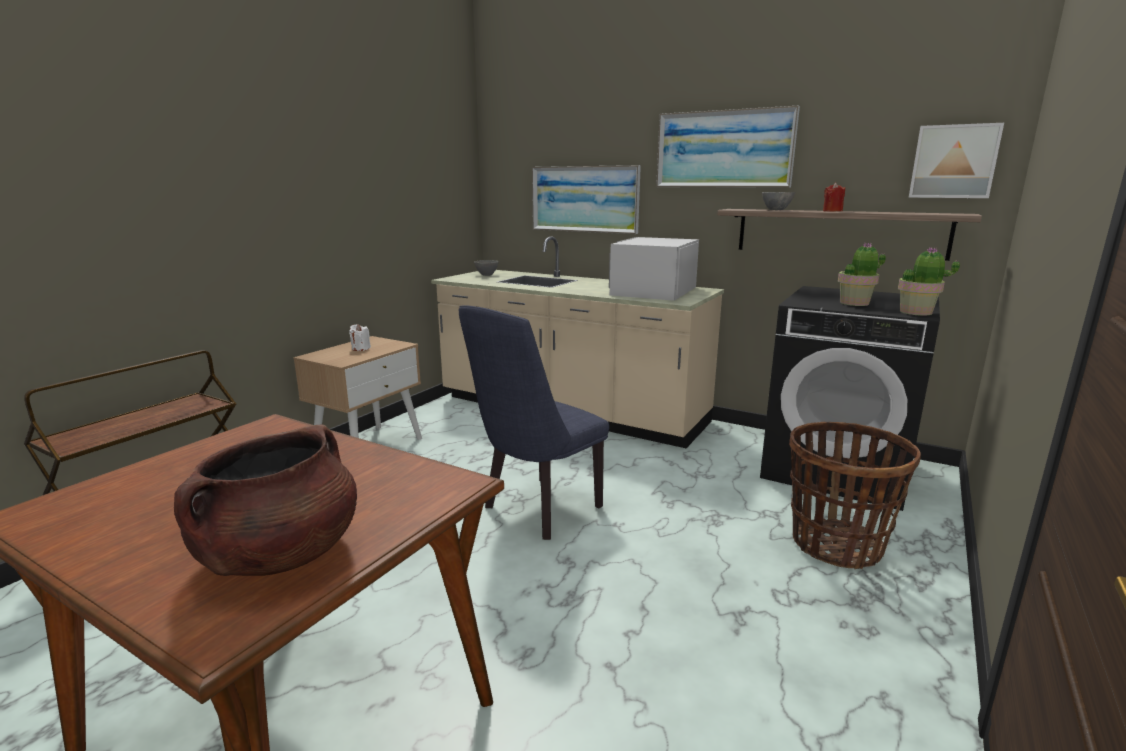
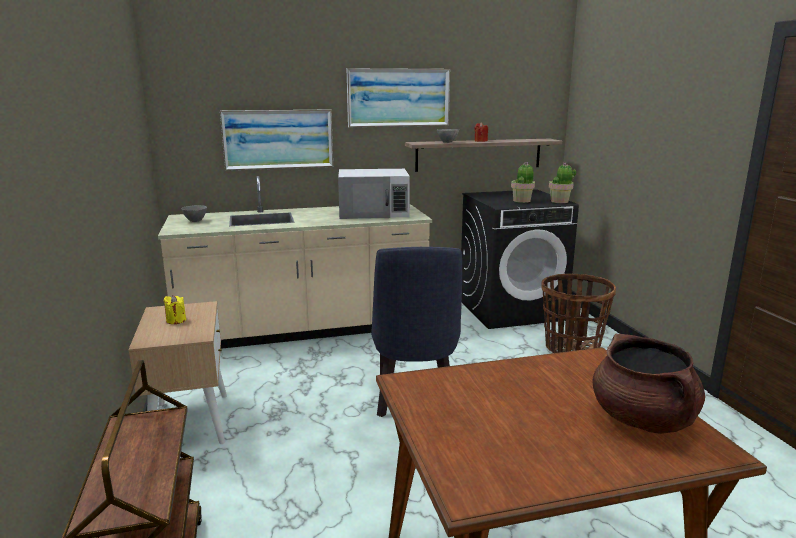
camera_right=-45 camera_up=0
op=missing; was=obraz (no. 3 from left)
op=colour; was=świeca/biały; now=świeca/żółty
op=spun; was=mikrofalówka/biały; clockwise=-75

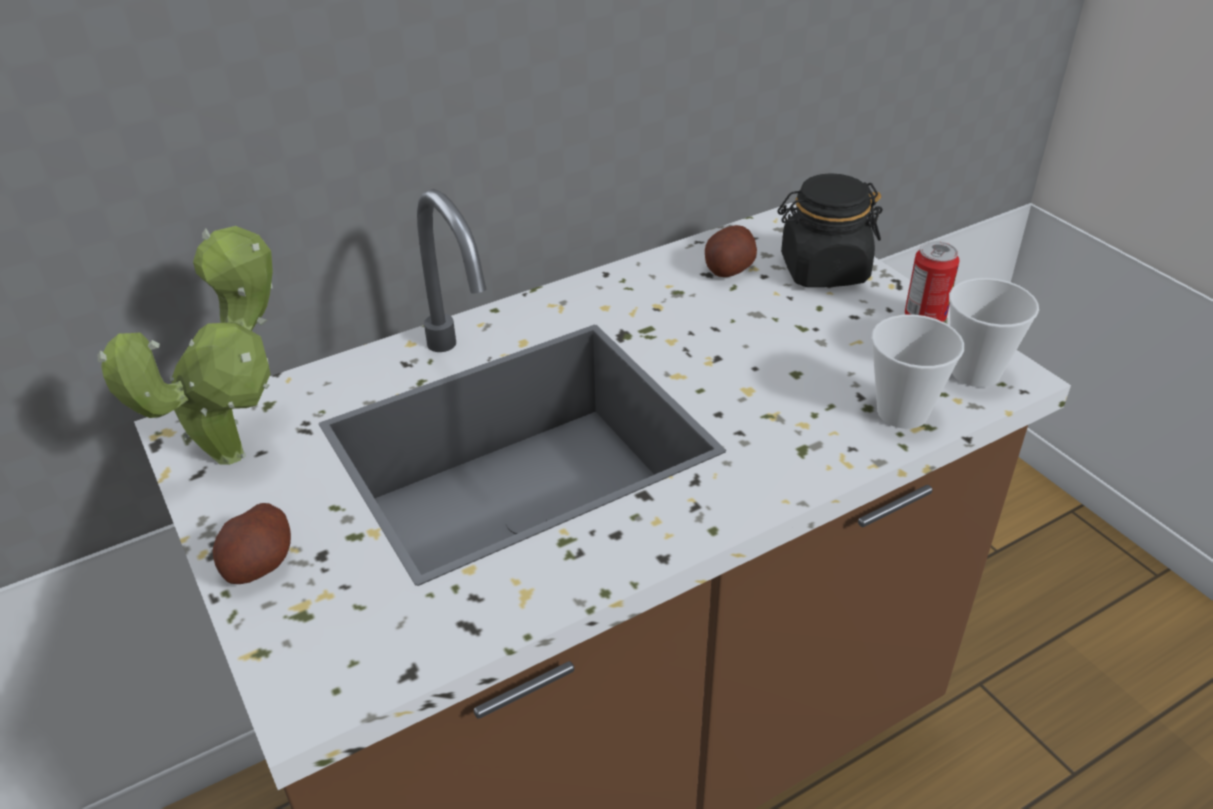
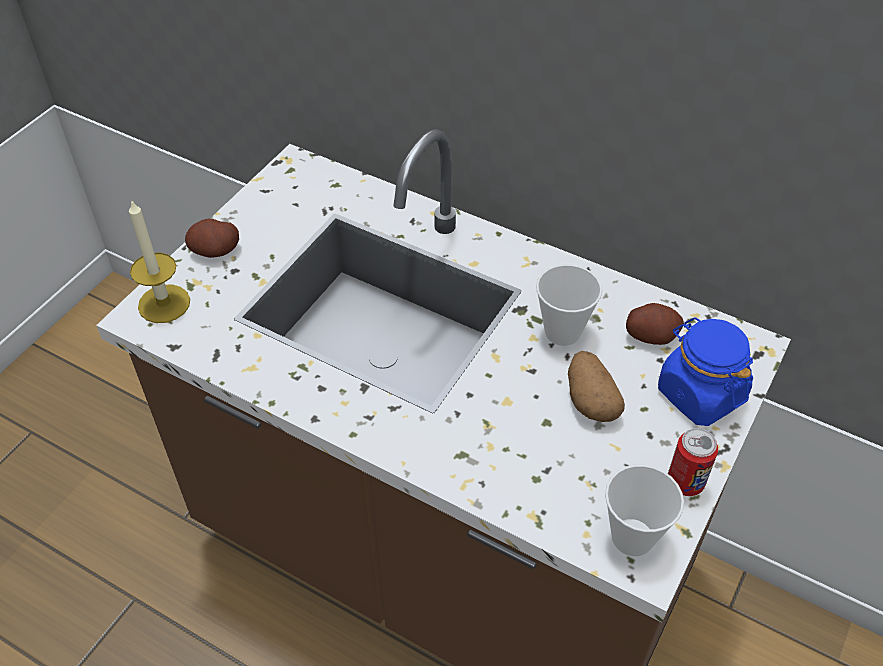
camera_right=60 camera_up=10
op=missing; was=roślina doniczkowa
op=appeared; now=świeca
op=appeared; now=ziemniak (no. 2 from left)
op=relocated; was=filiżanka (no. 1 from left)
op=colour; was=słoik/czarny; now=słoik/niebieski

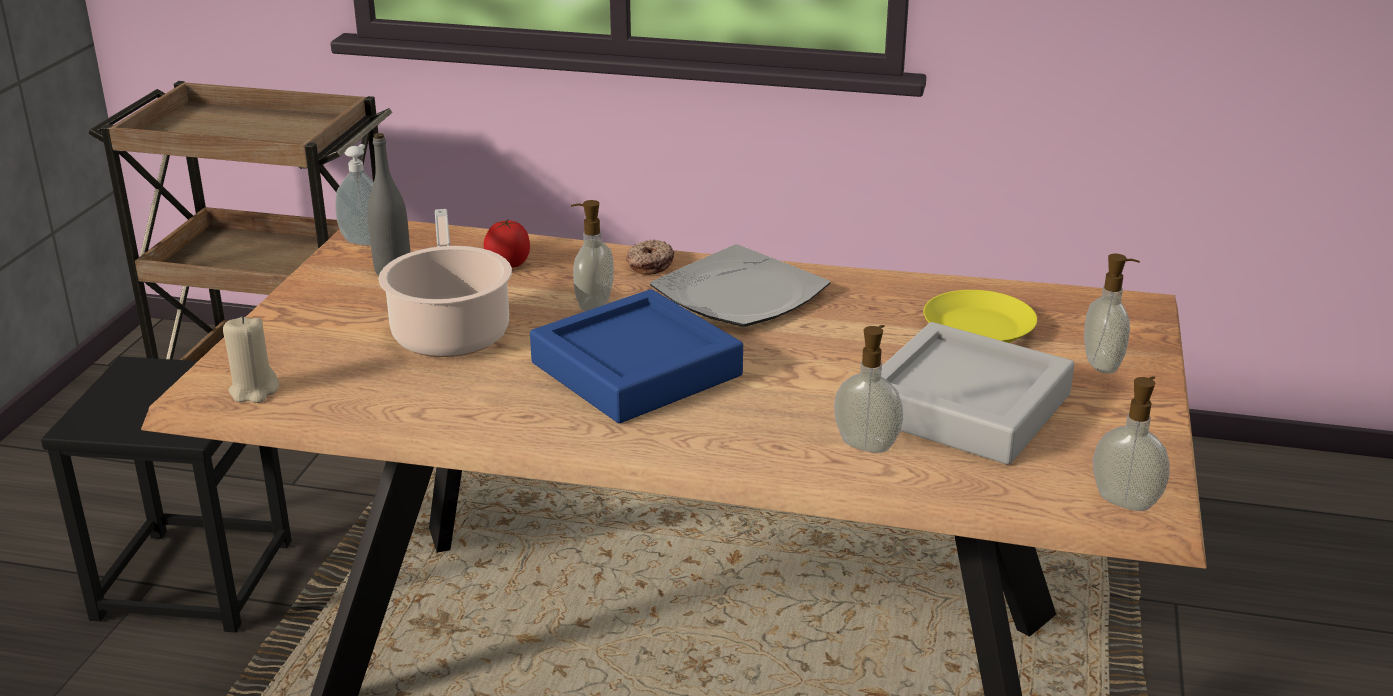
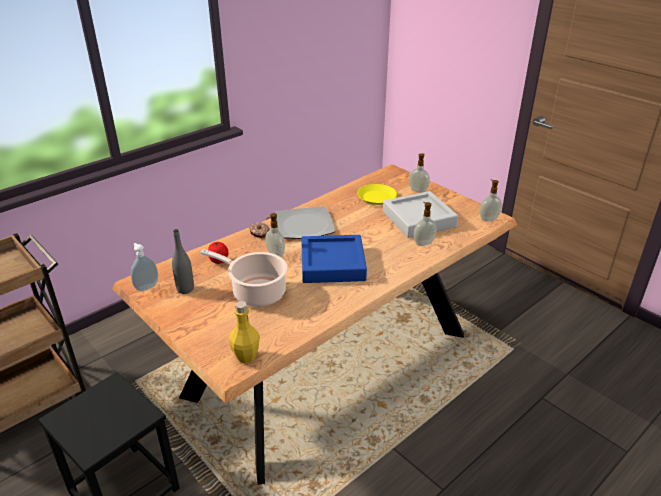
camera_right=-55 camera_up=5
op=exchanged; was=świeca/beżowy; now=butelka/żółty

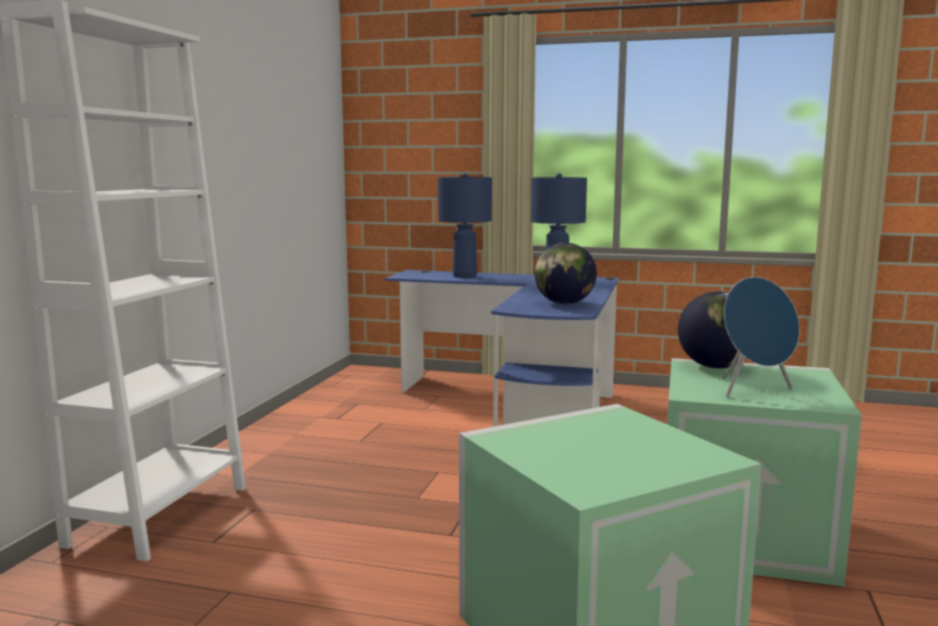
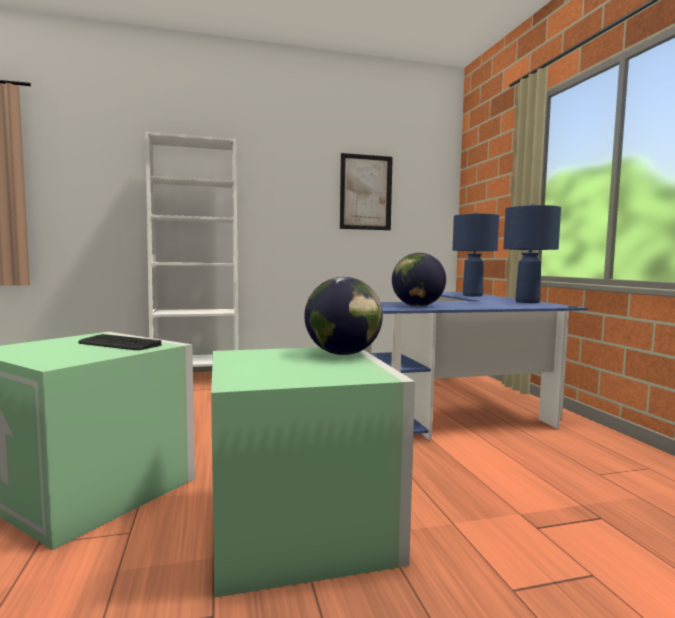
camera_right=60 camera_up=-5
op=missing; was=głośnik/niebieski
op=appeared; now=klawiatura
op=appeared; now=obraz

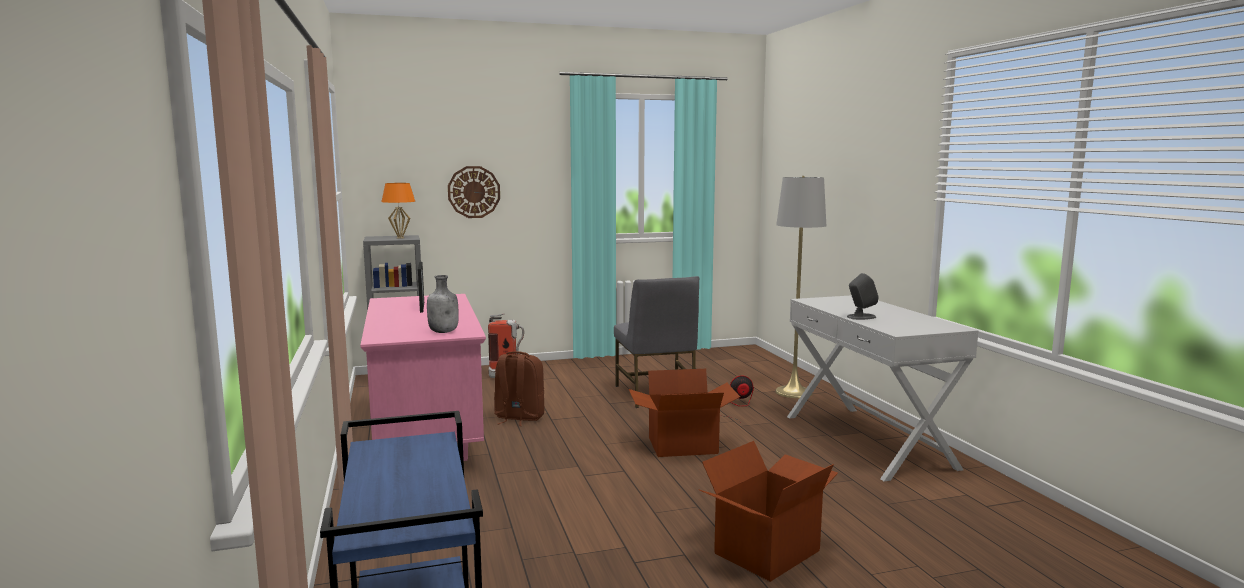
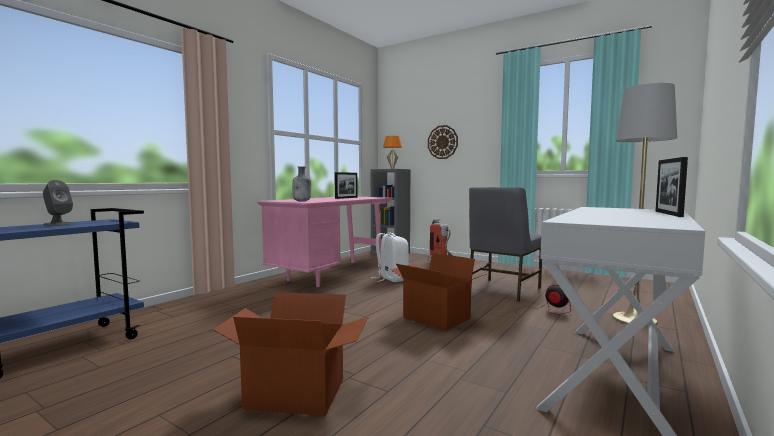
camera_right=50 camera_up=-5
op=appeared; now=ramka na zdjęcie (no. 2 from left)
op=relocated; was=głośnik/szary
op=colour; was=plecak/brązowy; now=plecak/biały

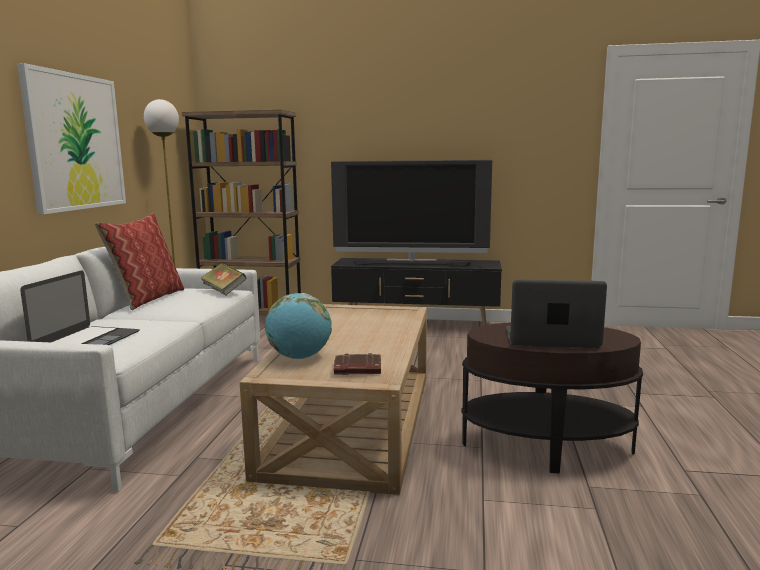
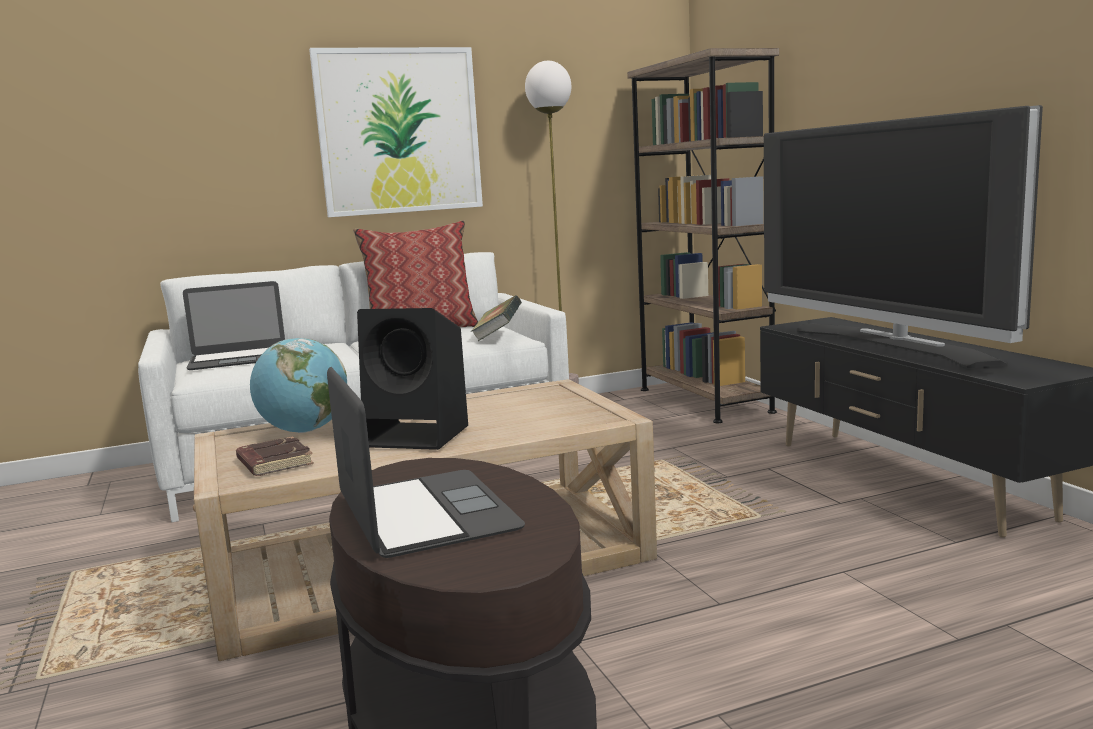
camera_right=60 camera_up=0
op=appeared; now=głośnik/czarny

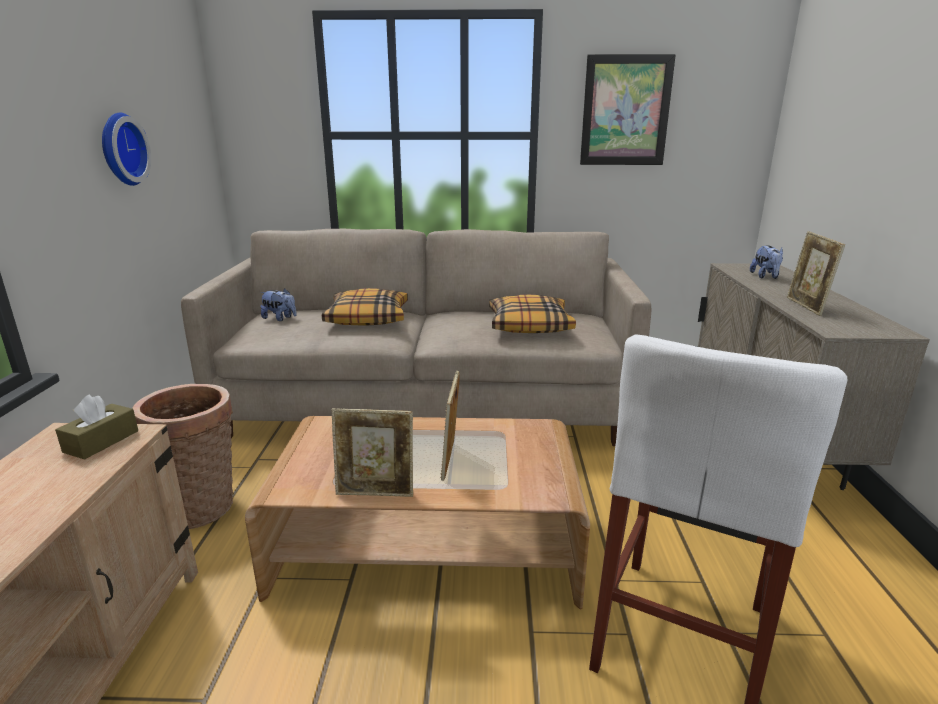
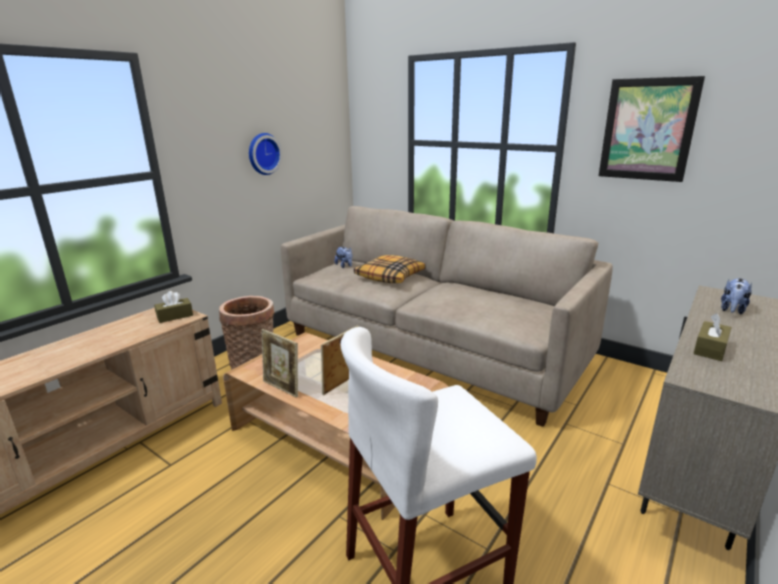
camera_right=35 camera_up=0
op=missing; was=poduszka (no. 2 from left)
op=exchanged; was=ramka na zdjęcie (no. 3 from left); now=pudełko chusteczek/brązowy (no. 2 from left)

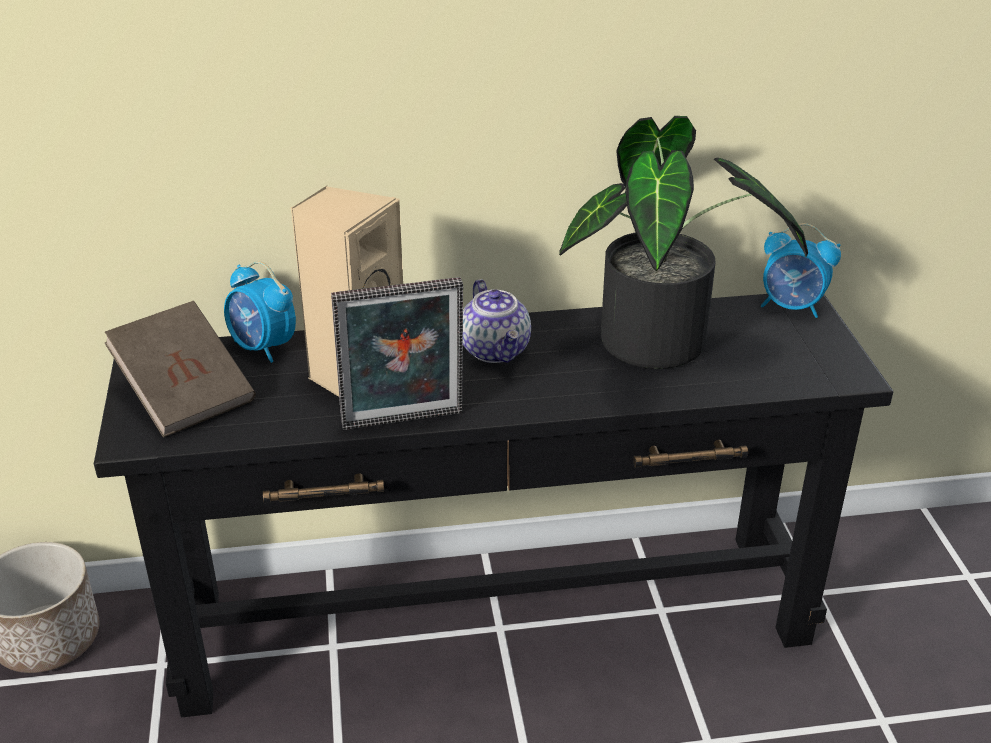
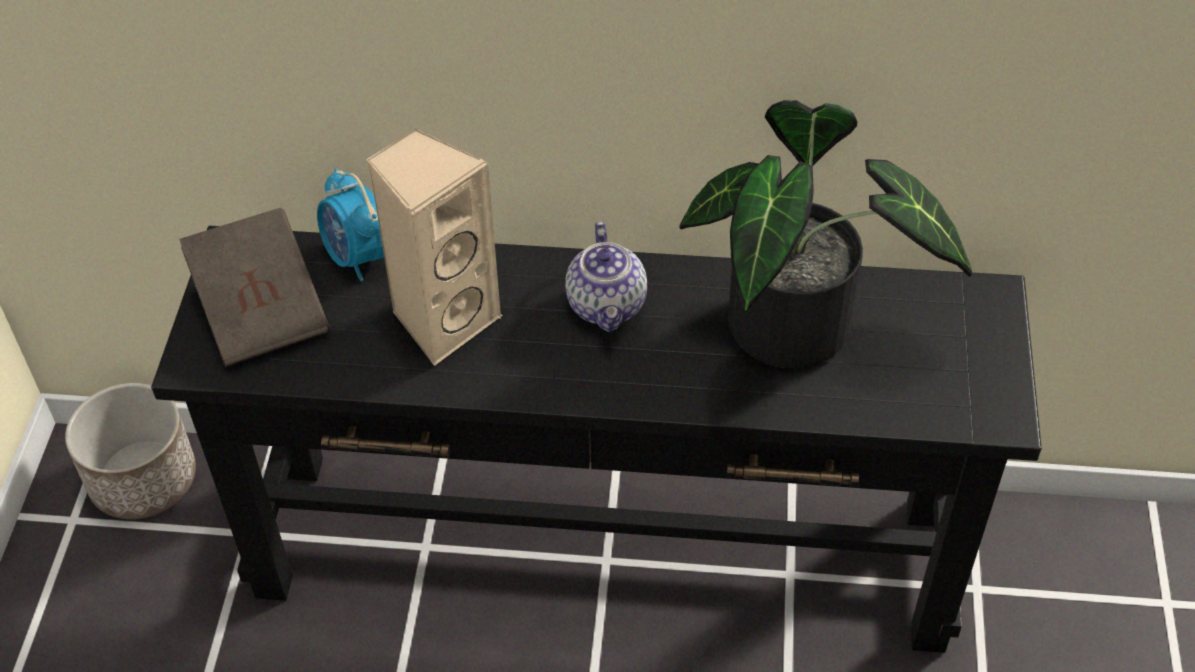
camera_right=15 camera_up=15
op=missing; was=ramka na zdjęcie
op=missing; was=budzik (no. 2 from left)

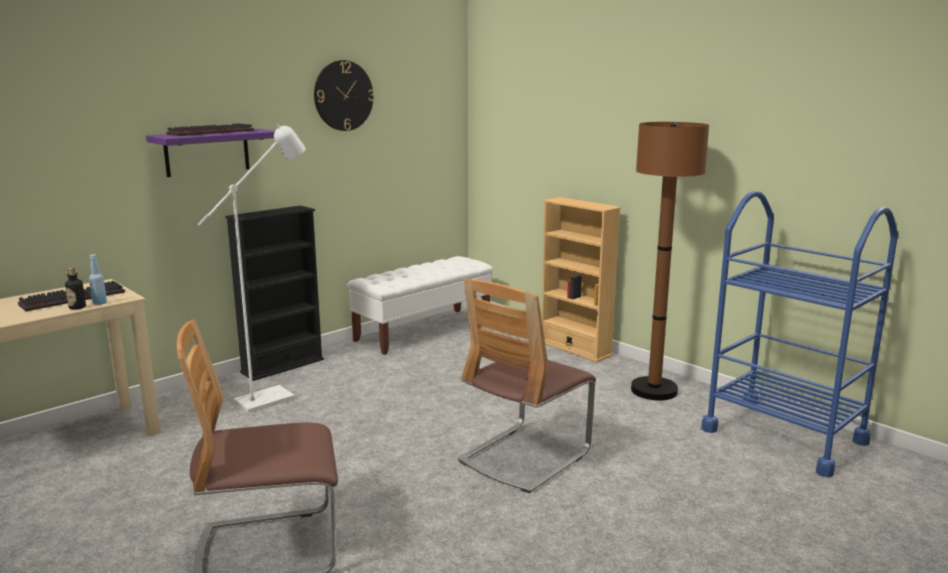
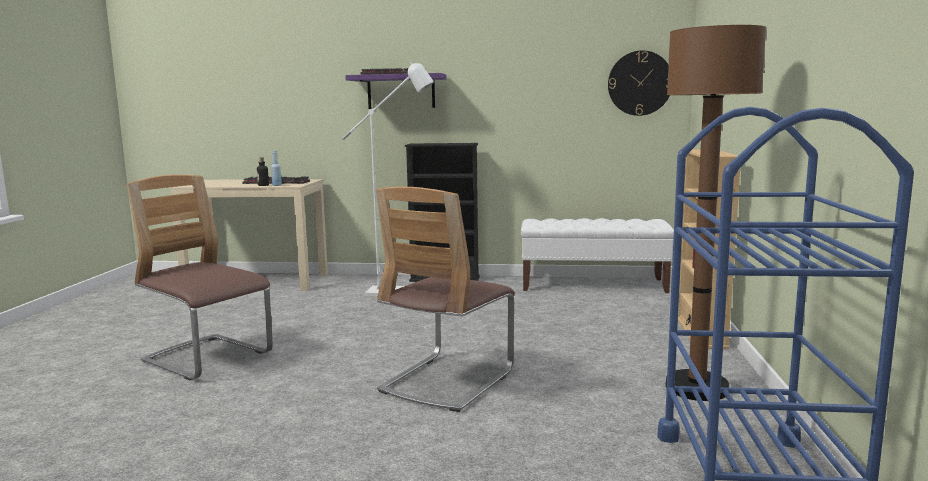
camera_right=50 camera_up=-5
op=relocated; was=zegar ścienny
op=spun; was=krzesło (no. 2 from left); clockwise=-60

